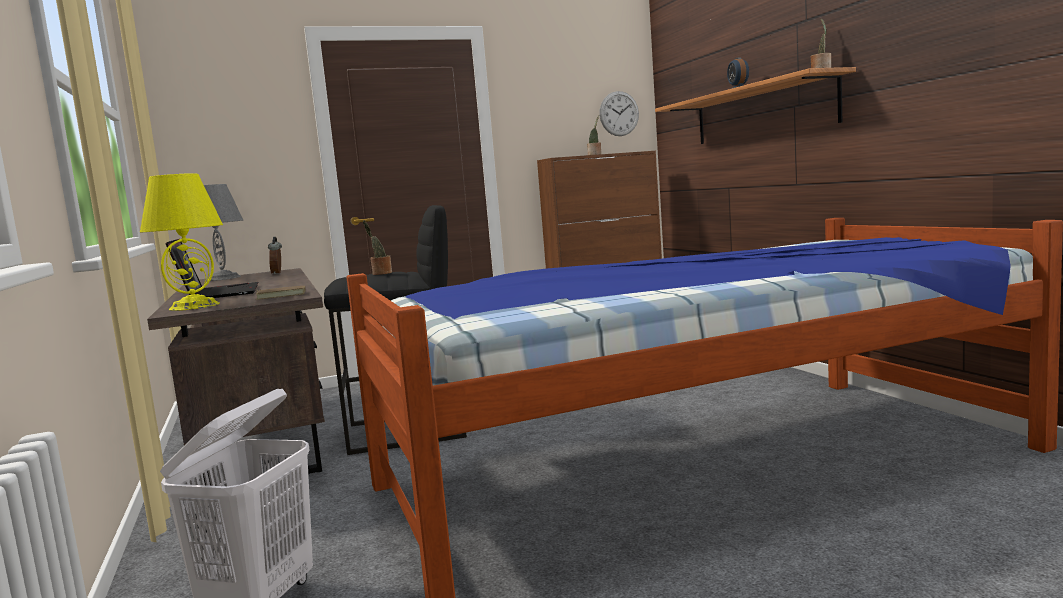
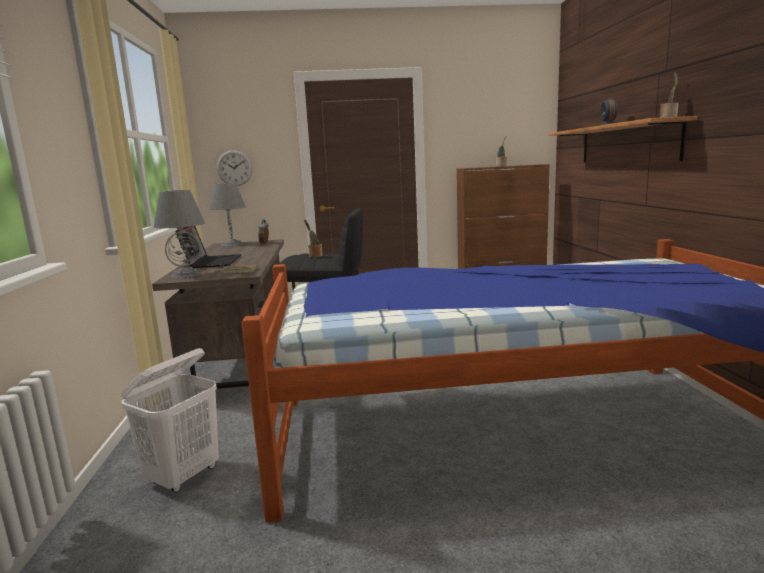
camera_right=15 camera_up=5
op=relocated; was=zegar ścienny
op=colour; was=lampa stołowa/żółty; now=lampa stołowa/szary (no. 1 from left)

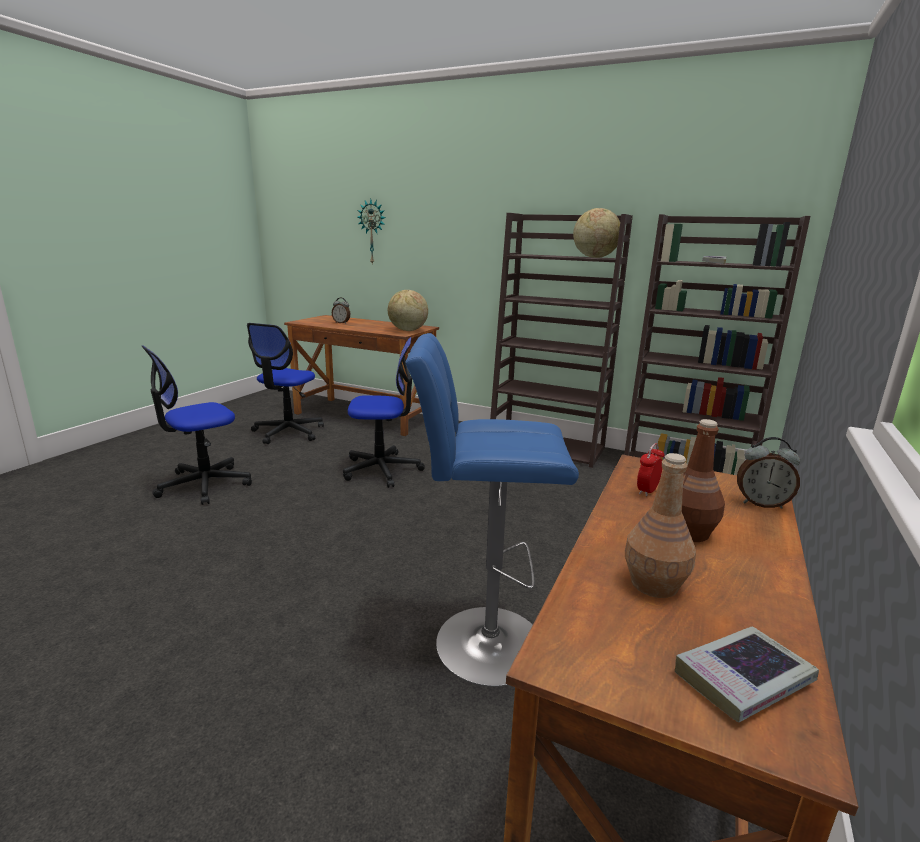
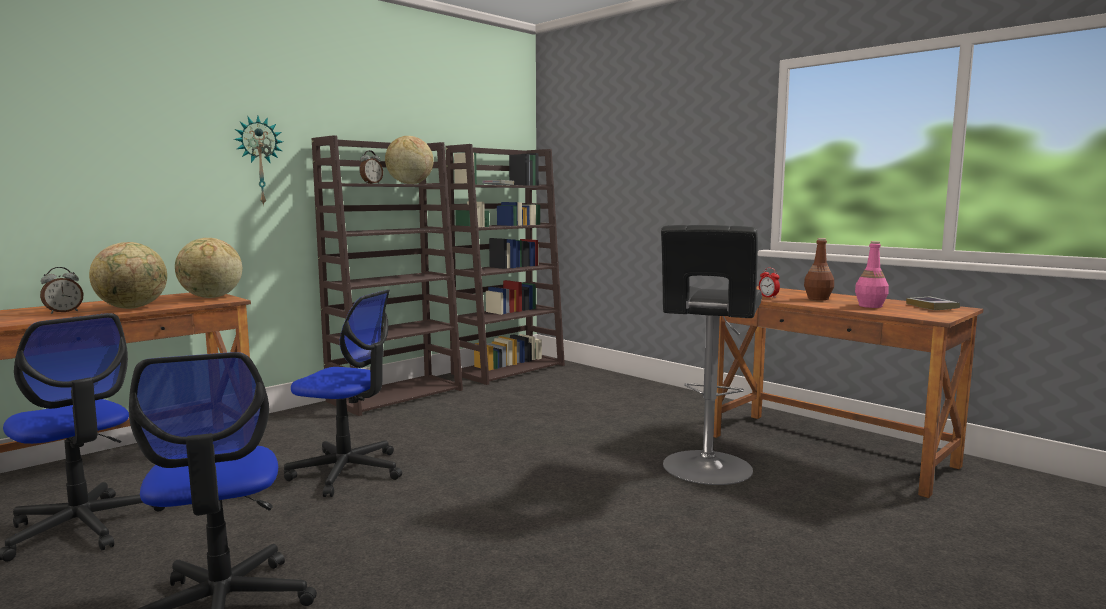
camera_right=-70 camera_up=-10
op=appeared; now=globus (no. 1 from left)
op=relocated; was=zegar ścienny
op=relocated; was=budzik (no. 3 from left in the first image); now=budzik (no. 2 from left)
op=colour; was=stołek/niebieski; now=stołek/czarny
op=colour; was=butelka/brązowy (no. 1 from left); now=butelka/różowy
op=spun; was=krzesło biurowe (no. 3 from left); clockwise=90

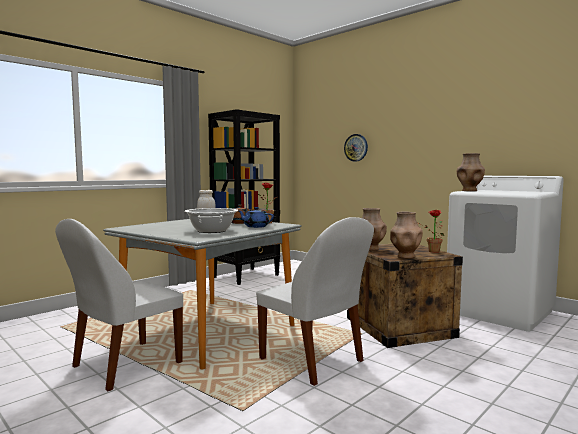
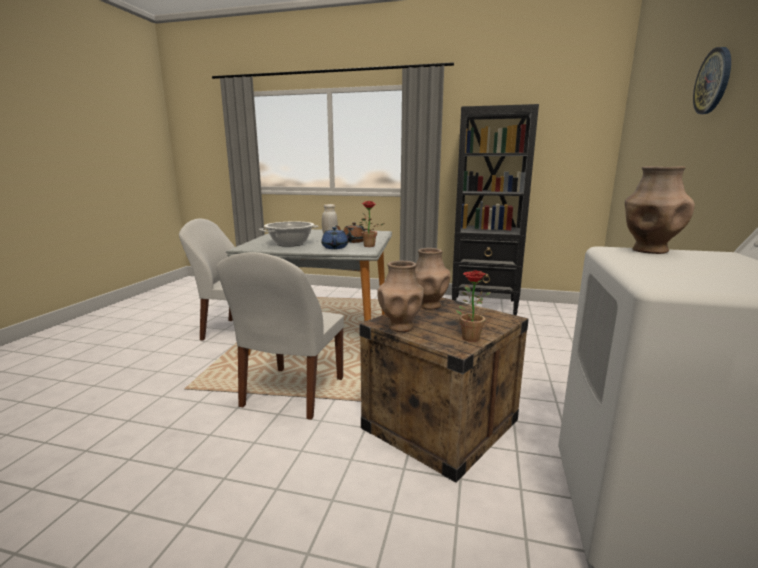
camera_right=60 camera_up=10
op=relocated; was=zegar ścienny

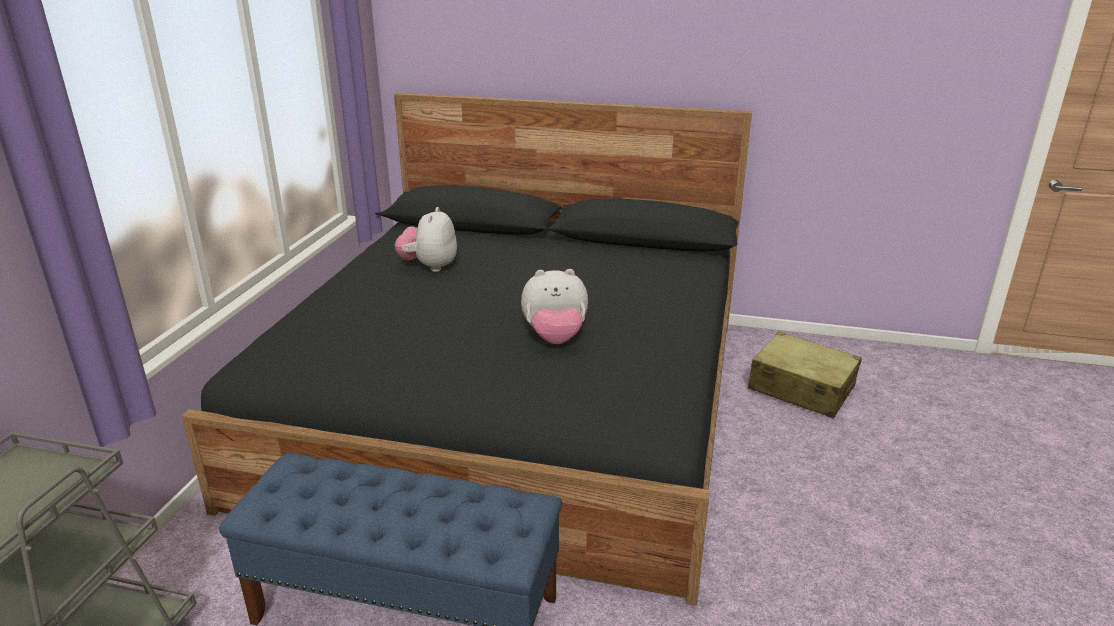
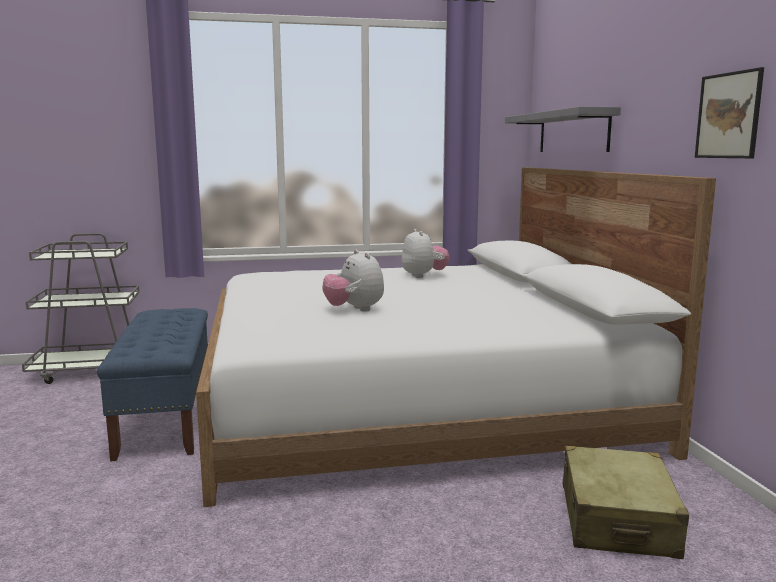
camera_right=65 camera_up=-15
op=appeared; now=półka/szary
op=appeared; now=obraz
op=colour; was=łóżko/czarny; now=łóżko/biały
op=spun; was=pluszak (no. 1 from left in the first image); clockwise=90

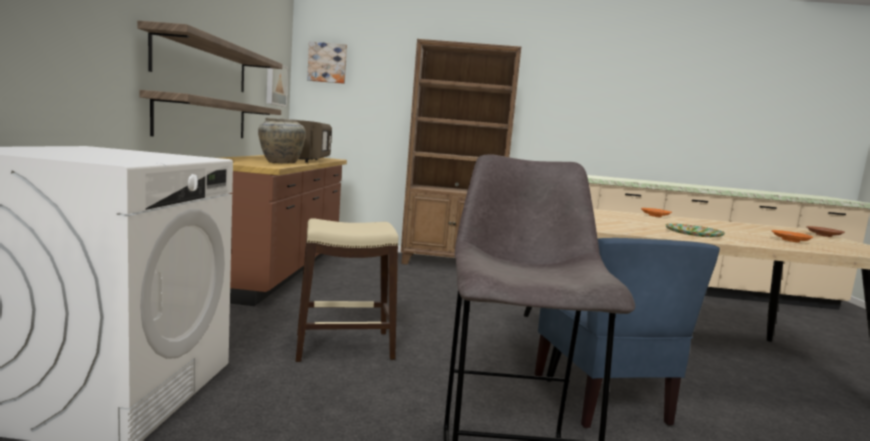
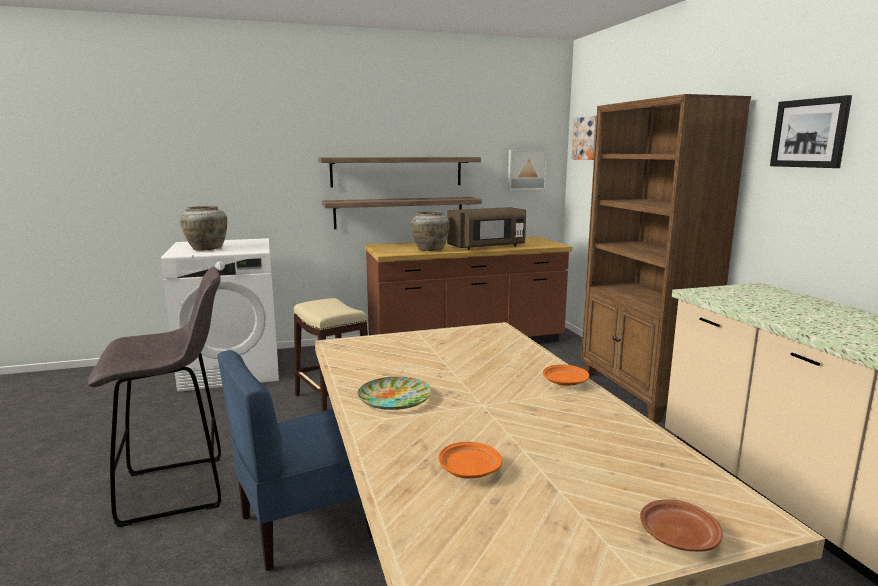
camera_right=70 camera_up=5
op=appeared; now=wazon/beżowy (no. 1 from left)
op=appeared; now=obraz (no. 3 from left)

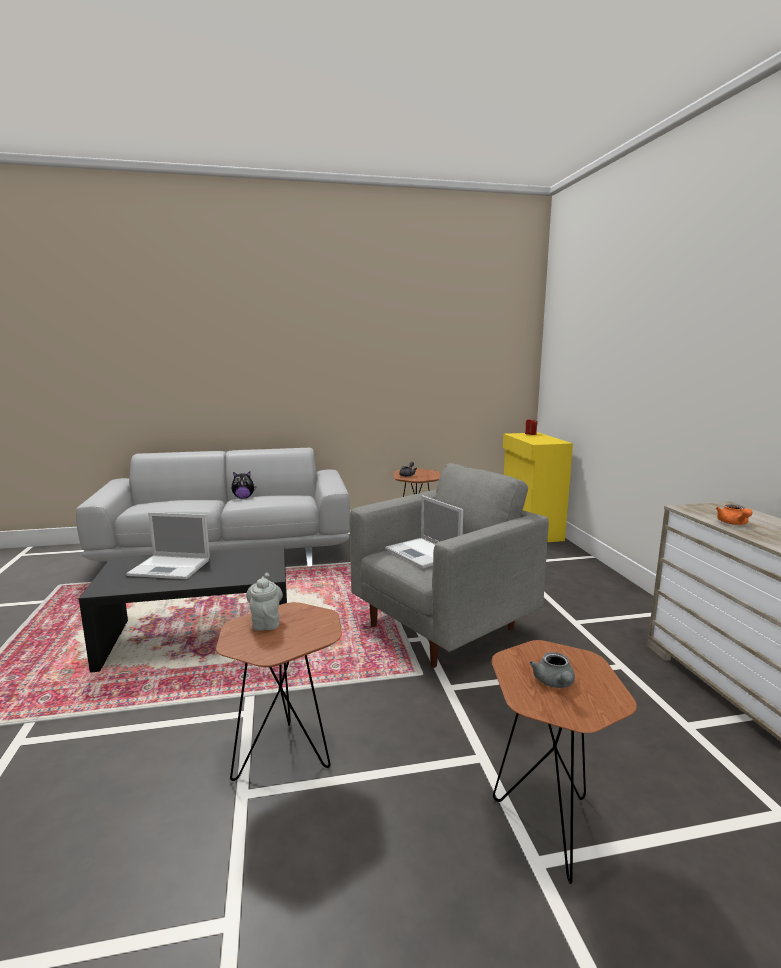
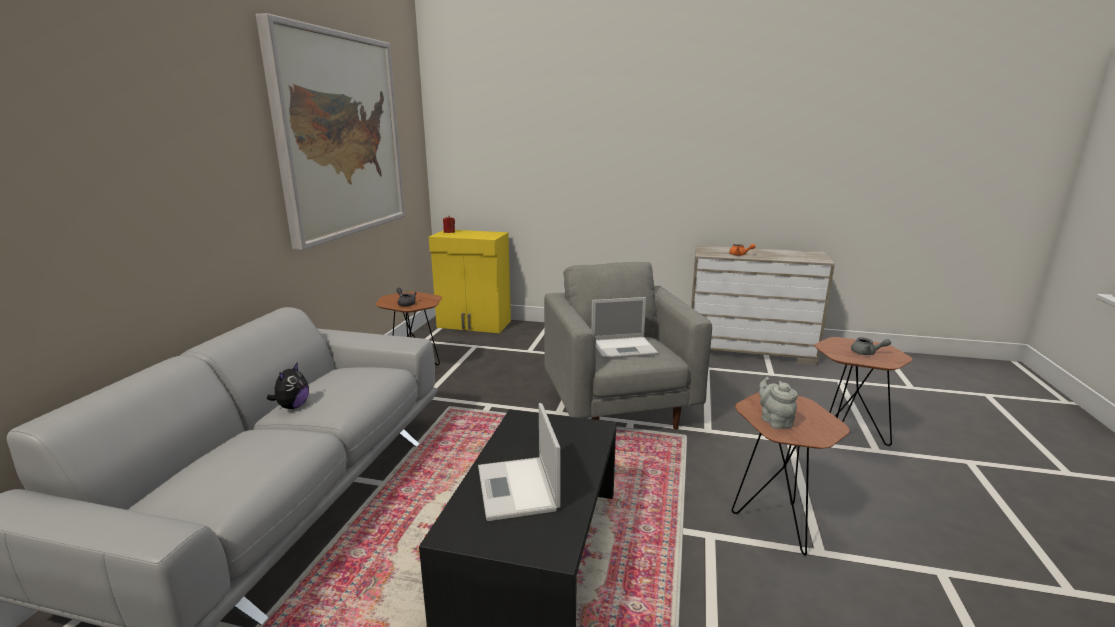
camera_right=-65 camera_up=5
op=appeared; now=obraz
op=spun; was=laptop (no. 1 from left); clockwise=135
op=spun; was=imbryk/szary (no. 1 from left in the first image); clockwise=60

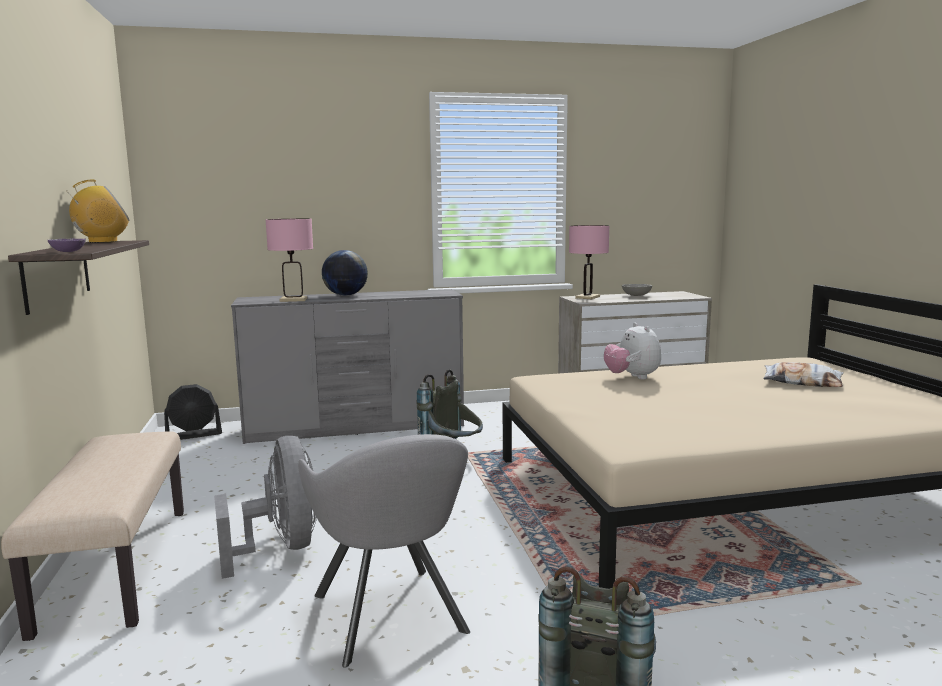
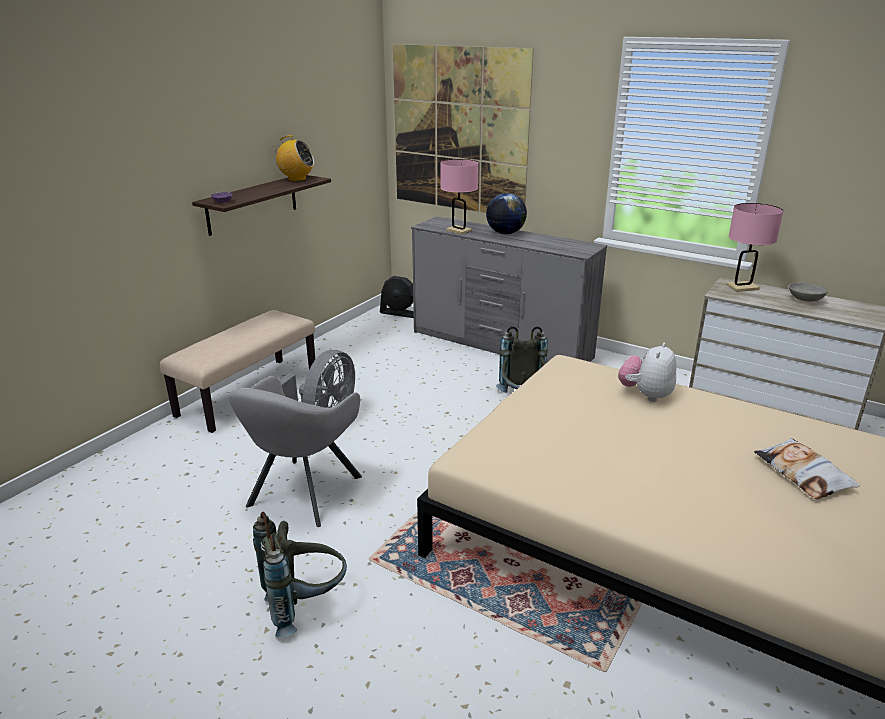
camera_right=45 camera_up=15
op=appeared; now=obraz

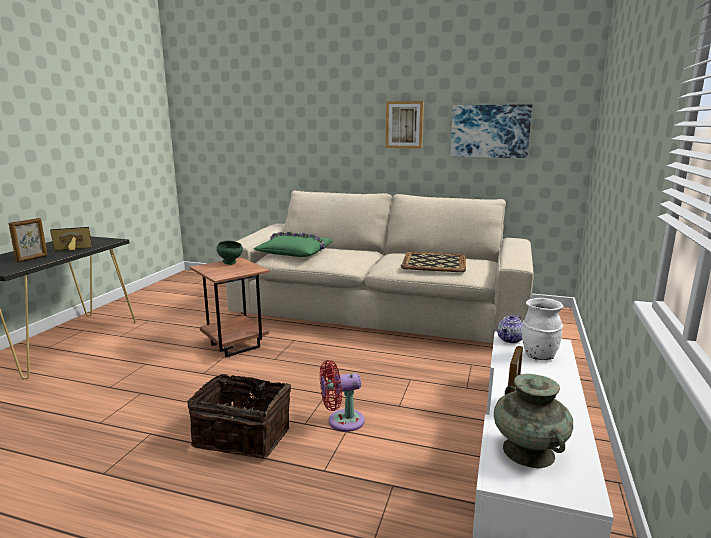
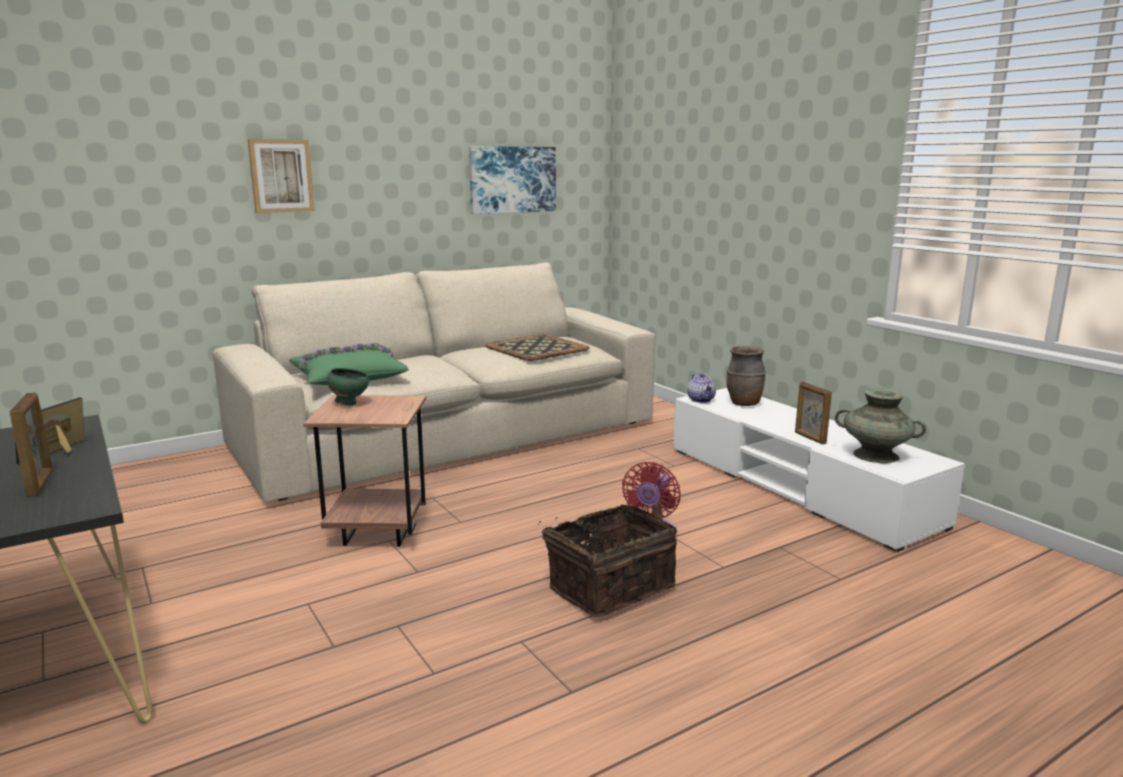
camera_right=-50 camera_up=0
op=relocated; was=obraz (no. 1 from left)
op=colour; was=wazon/biały; now=wazon/brązowy

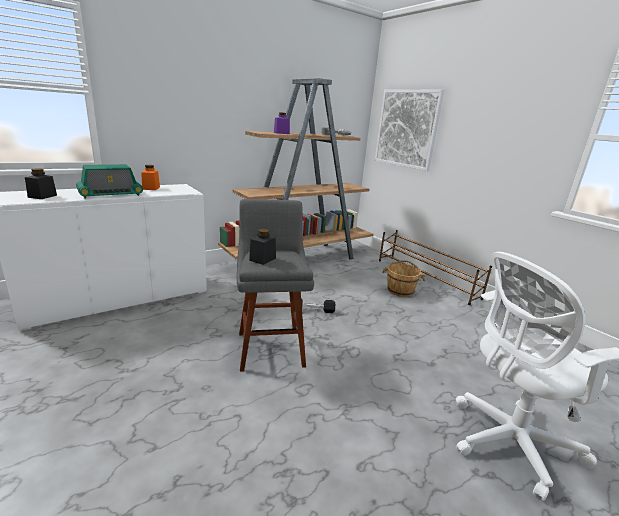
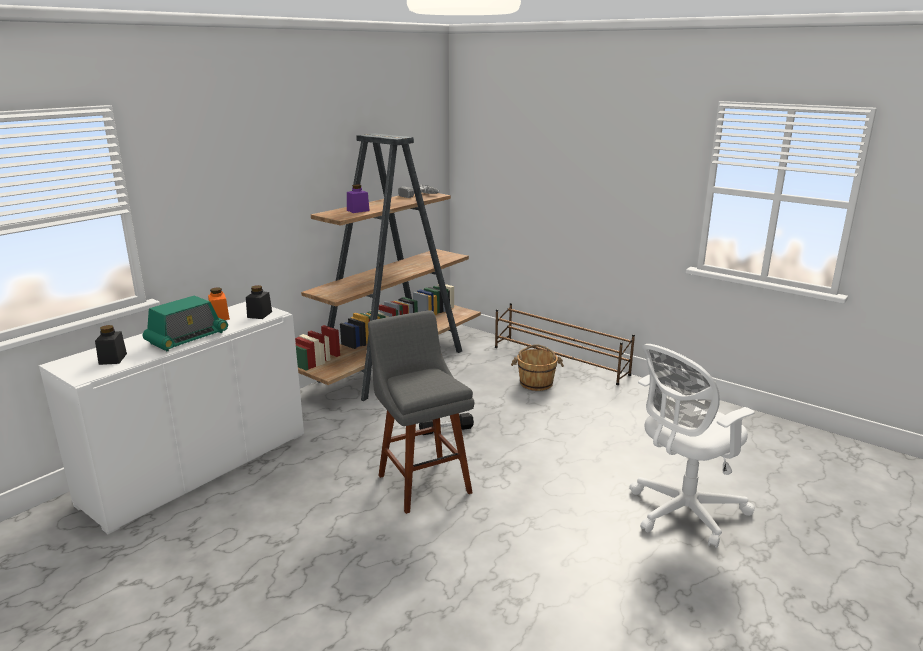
camera_right=-15 camera_up=0
op=missing; was=obraz
op=relocated; was=słoik/czarny (no. 2 from left)

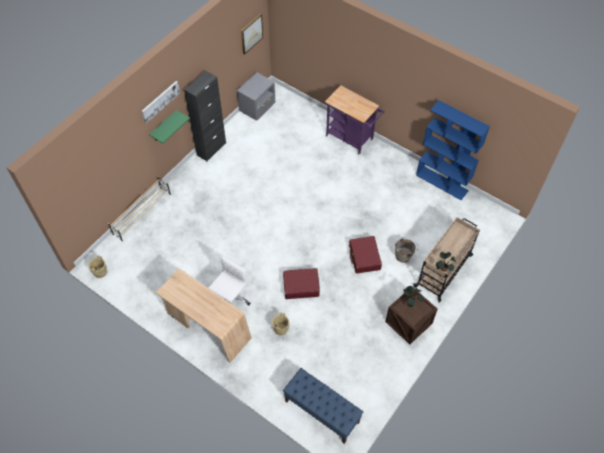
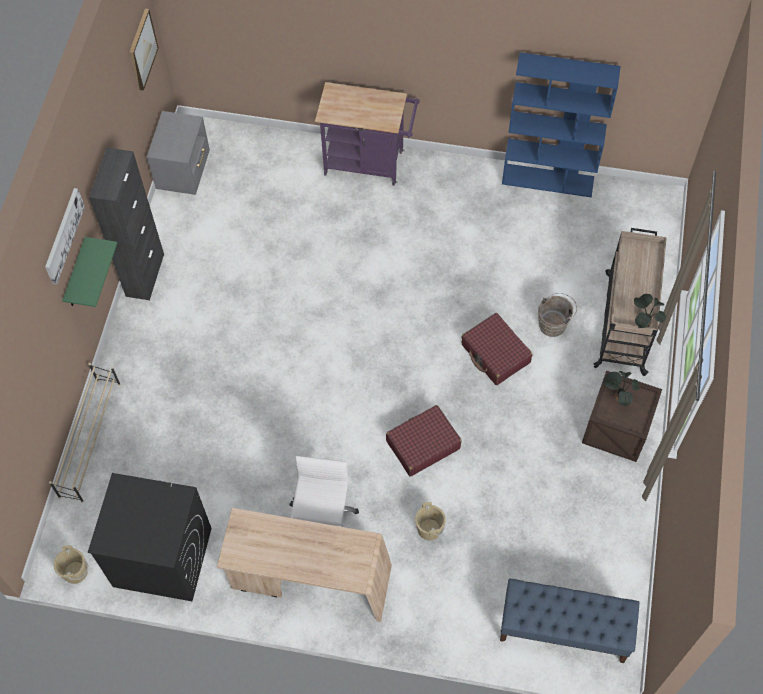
camera_right=-25 camera_up=5
op=appeared; now=pralka/czarny

